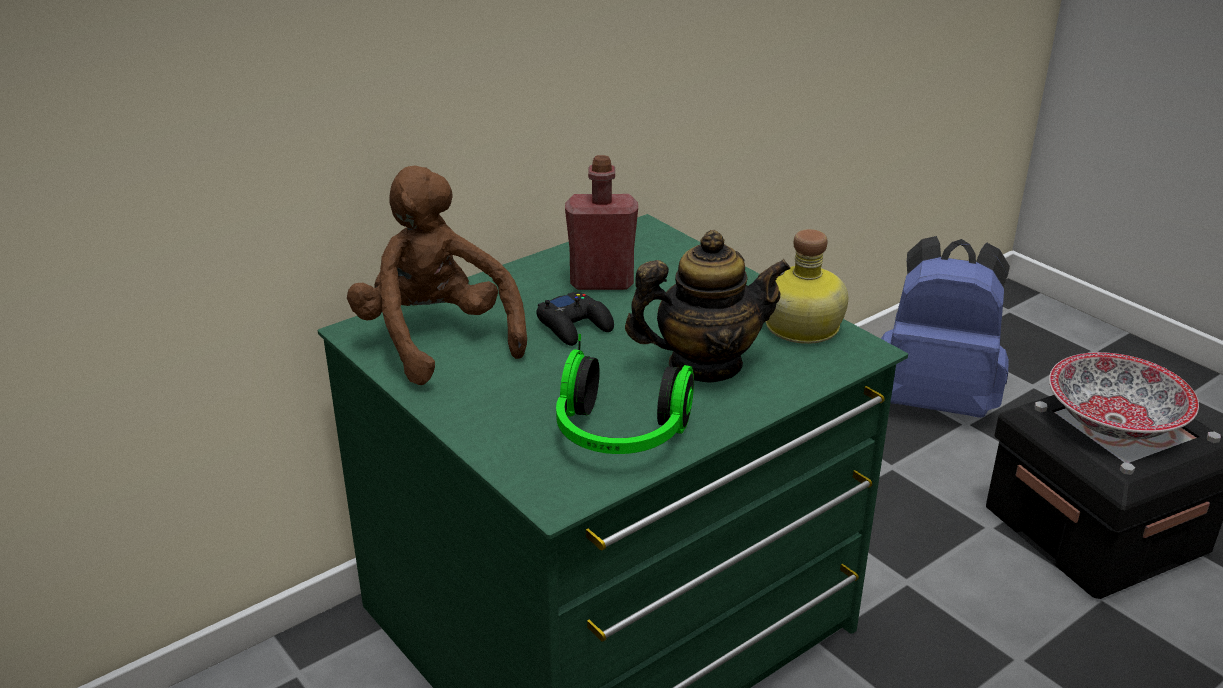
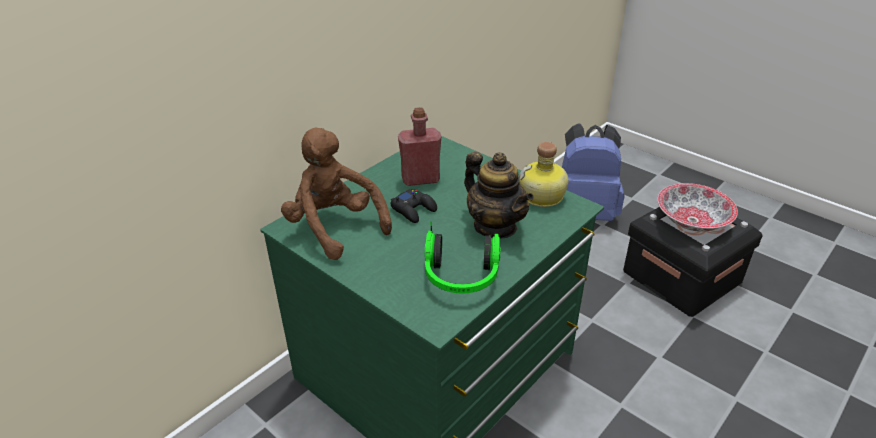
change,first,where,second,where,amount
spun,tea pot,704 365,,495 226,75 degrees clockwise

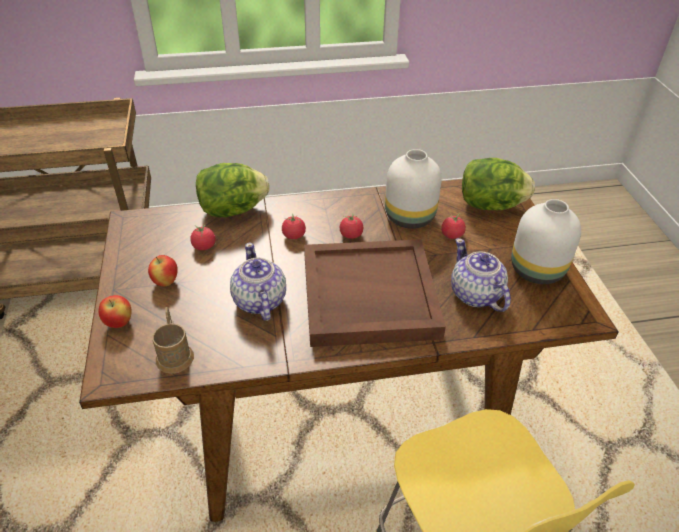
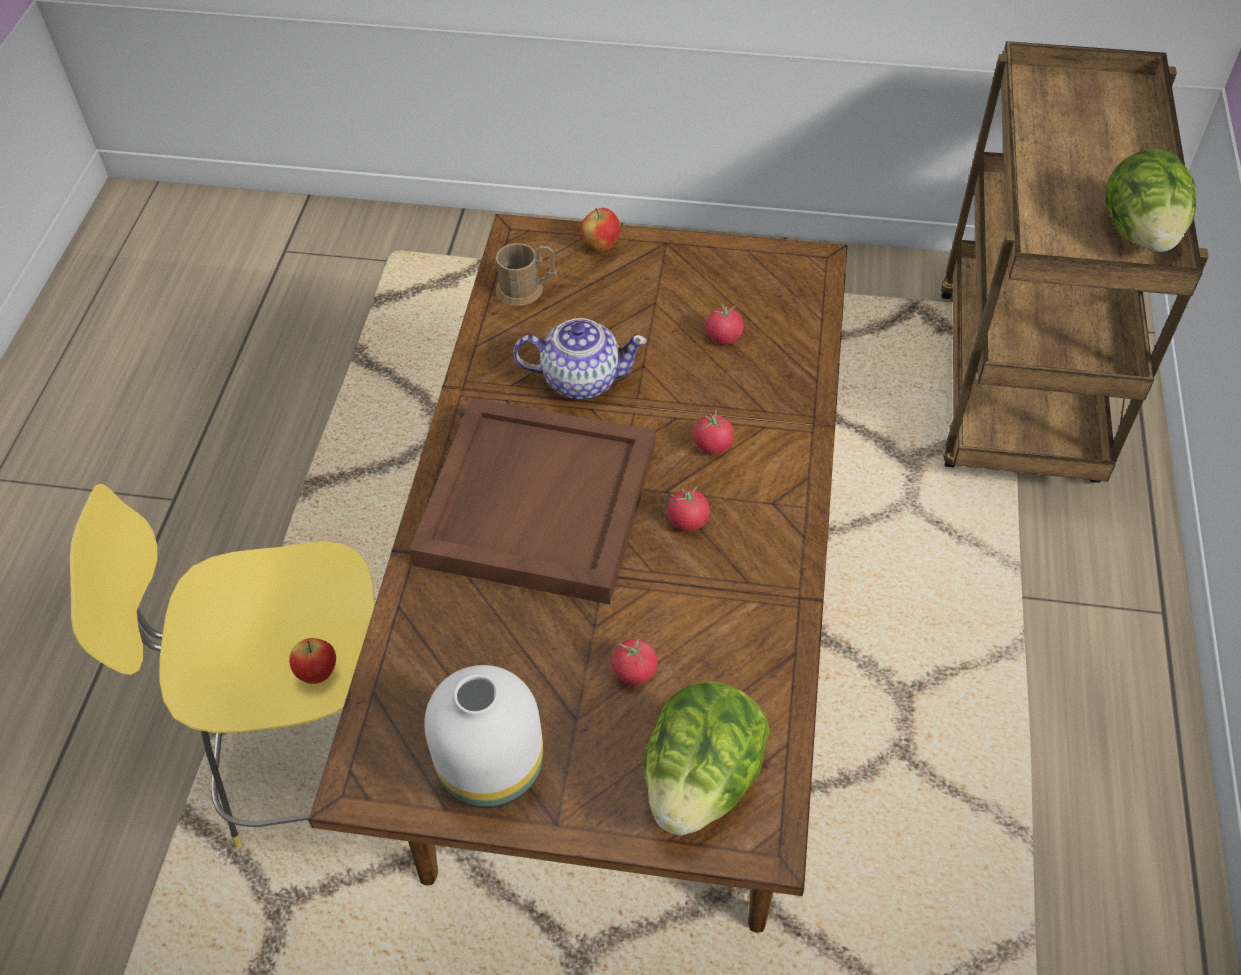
change,first,where,second,where,amount
missing,white decorative vase,409 216,,,
relocated,lettuce head,233 210,,1140 232,
missing,tea pot,475 295,,,
relocated,whole apple,166 282,,317 673,

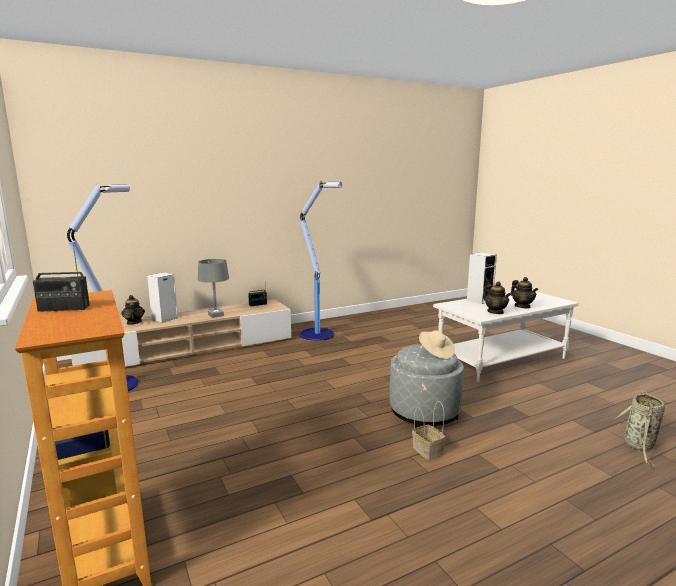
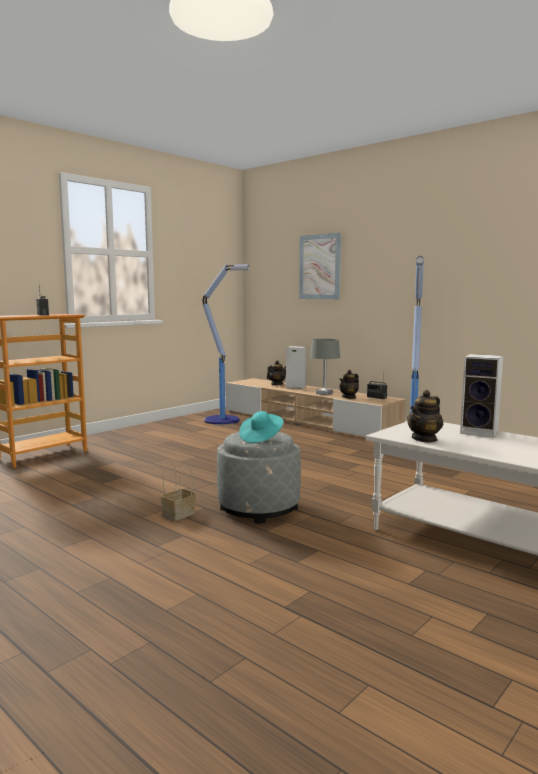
change,first,where,second,where,amount
relocated,tea pot,522 306,,349 397,
colour,beige-coloured wearable hat,435 353,turquoise wearable hat,261 438,
missing,household basket,639 446,,,
appeared,,,wall picture,320 267,

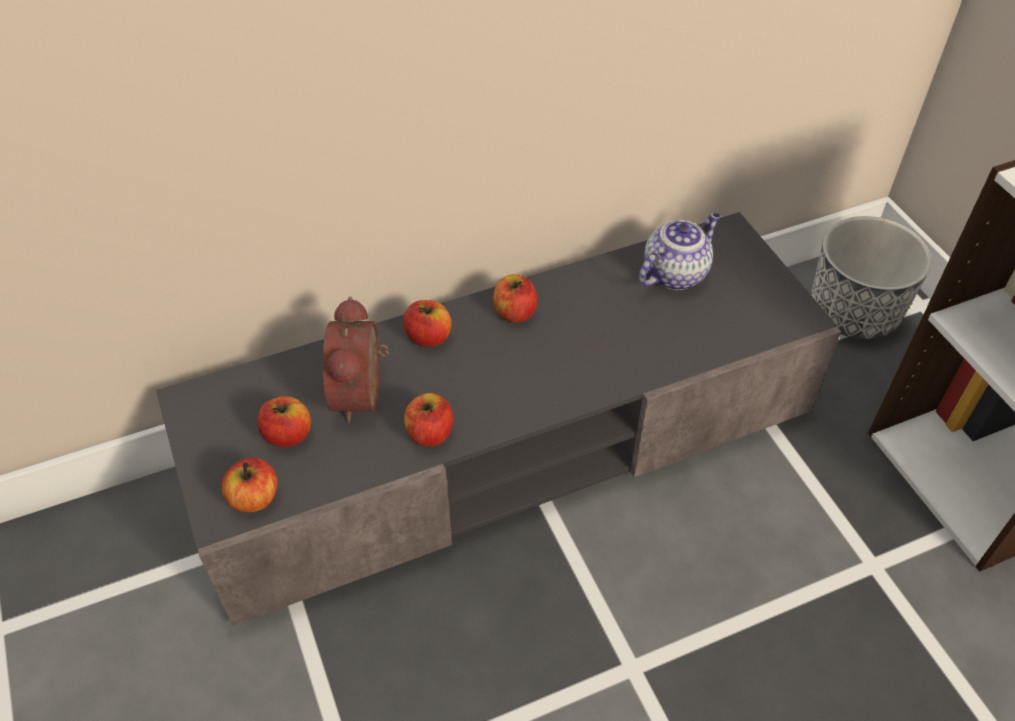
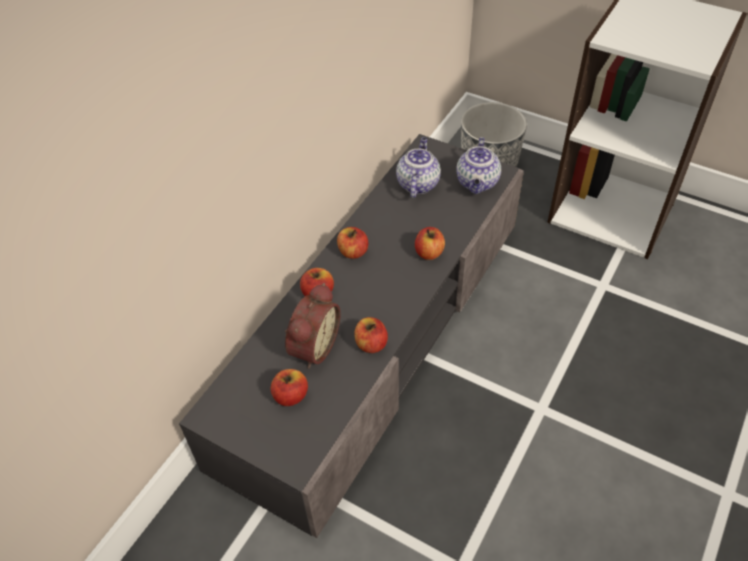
change,first,where,second,where,amount
spun,alarm clock,363 394,,312 346,120 degrees counterclockwise
relocated,whole apple,254 498,,429 253,
appeared,,,tea pot,477 183,

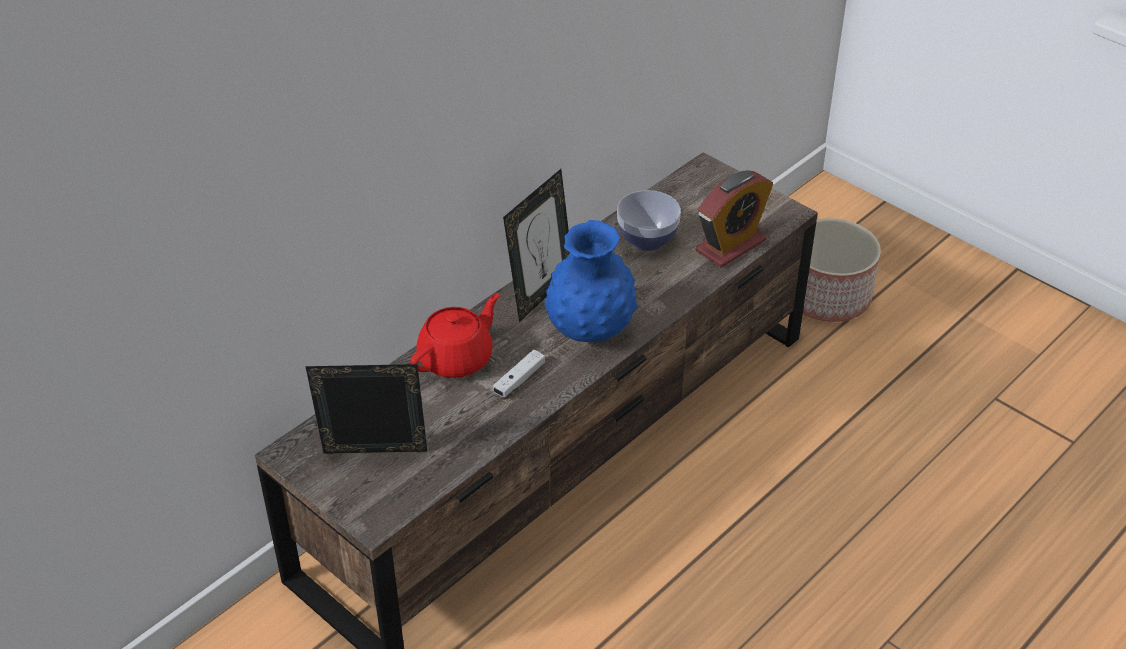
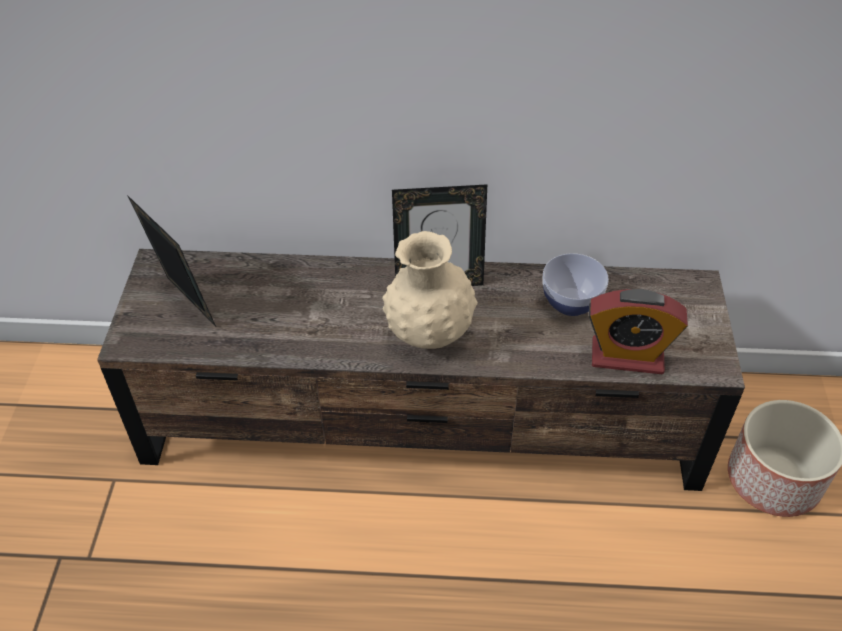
change,first,where,second,where,amount
colour,blue-coloured decorative vase,590 331,beige-coloured decorative vase,429 334,
missing,red tea pot,457 358,,,
missing,white joypad,519 380,,,

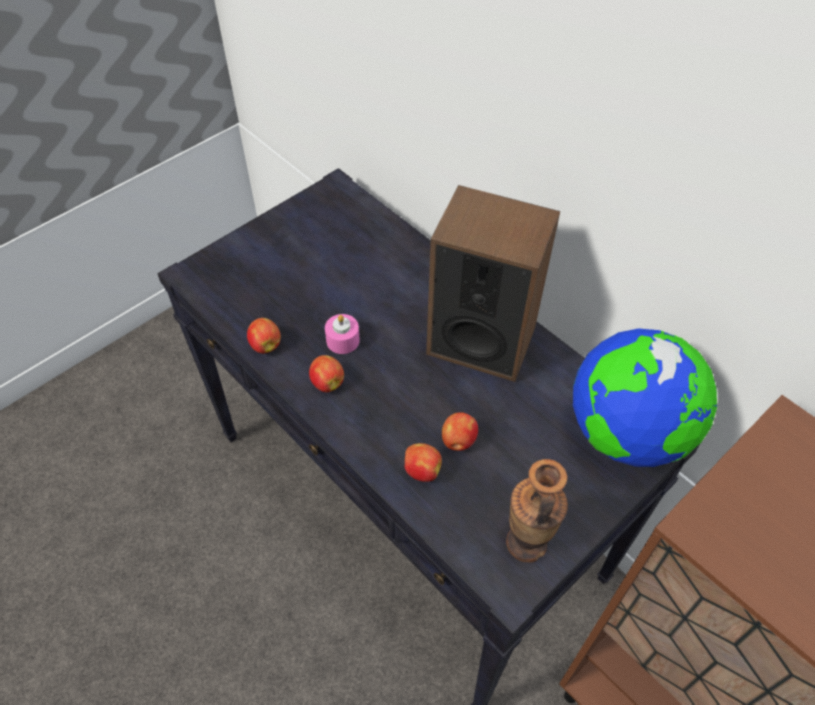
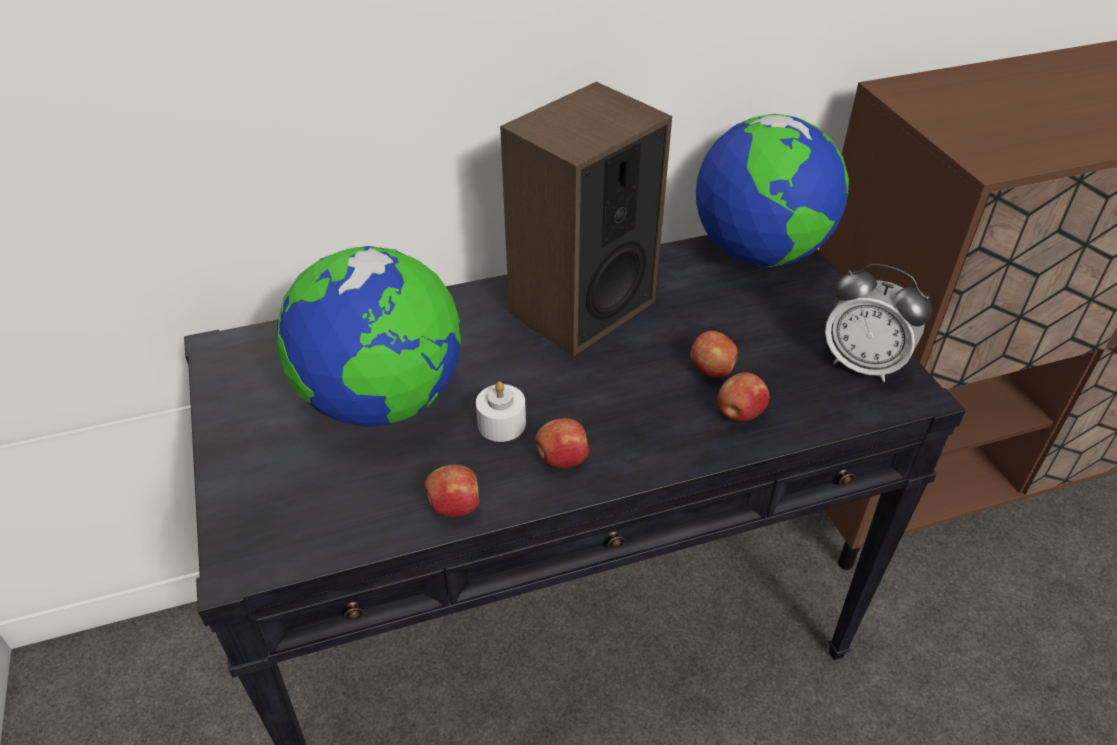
change,first,where,second,where,amount
colour,pinkish wax candle,343 340,white wax candle,501 423,
exchanged,decorative vase,526 543,alarm clock,863 364,
appeared,,,desk globe,382 401,

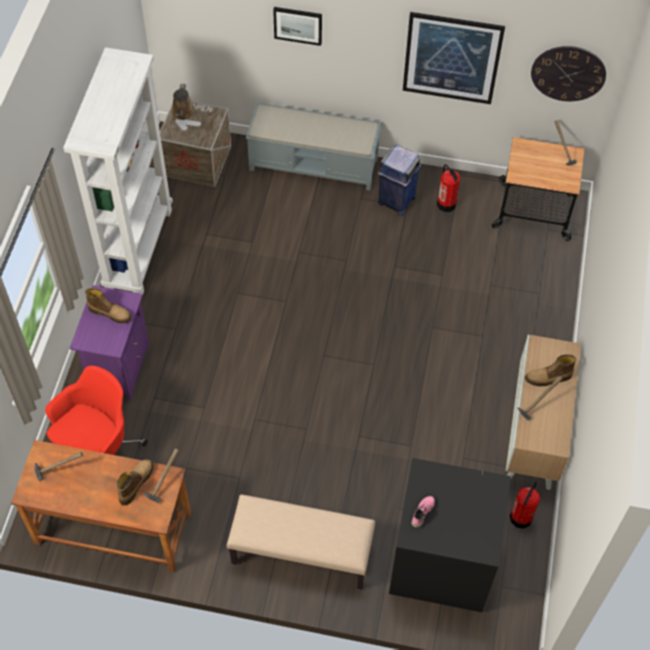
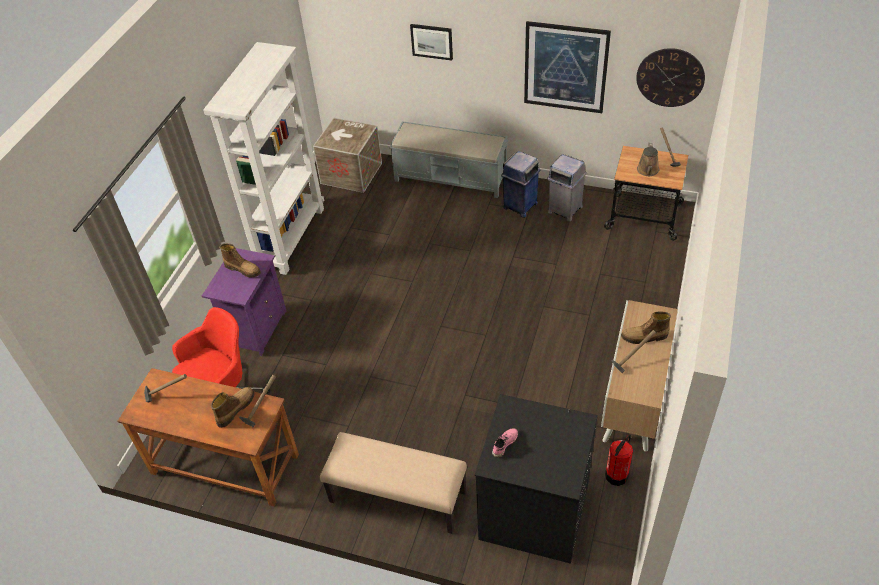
change,first,where,second,where,amount
relocated,brown watering can,183 113,,648 171,
exchanged,fire extinguisher,446 204,greyish waste bin,564 209,

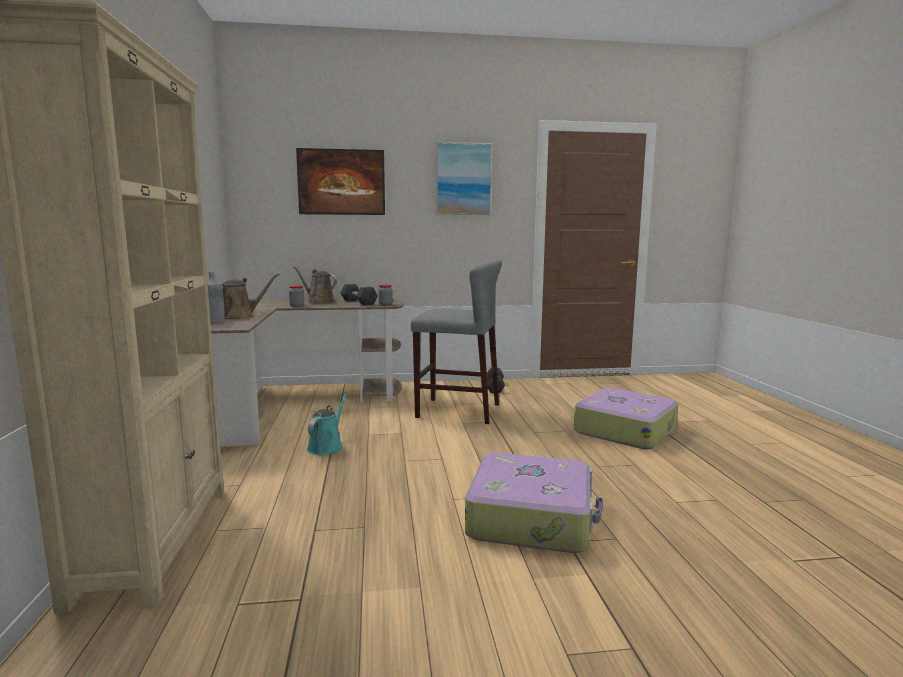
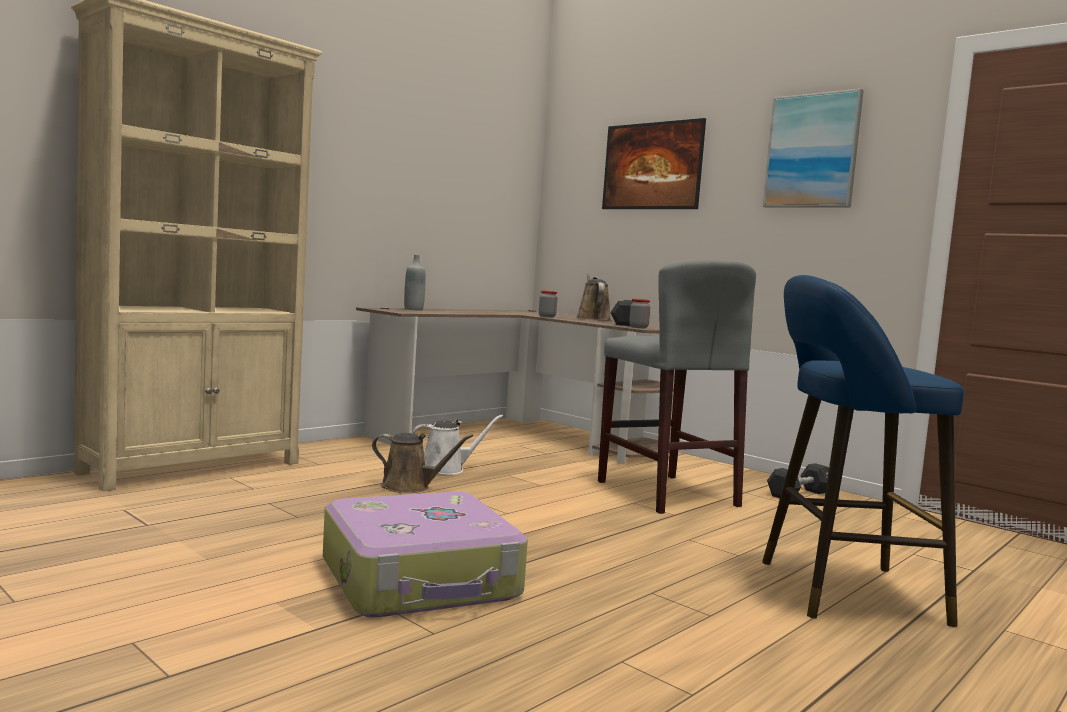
change,first,where,second,where,amount
relocated,brown watering can,240 316,,410 487,
exchanged,piece of luggage,624 430,blue-coloured stool,839 591,
colour,turquoise watering can,326 447,white watering can,446 469,

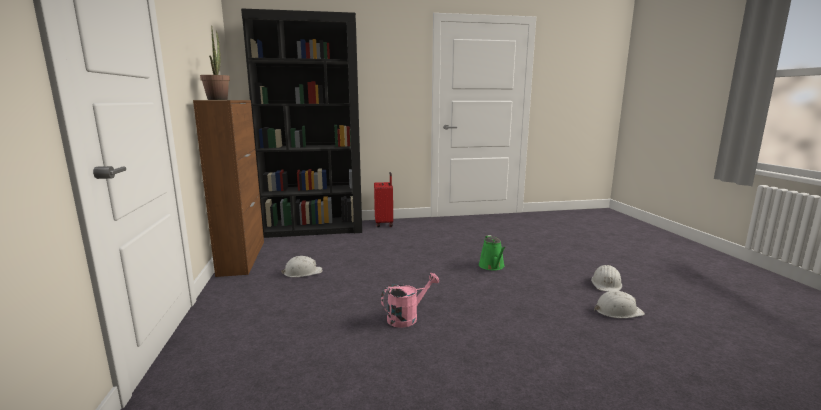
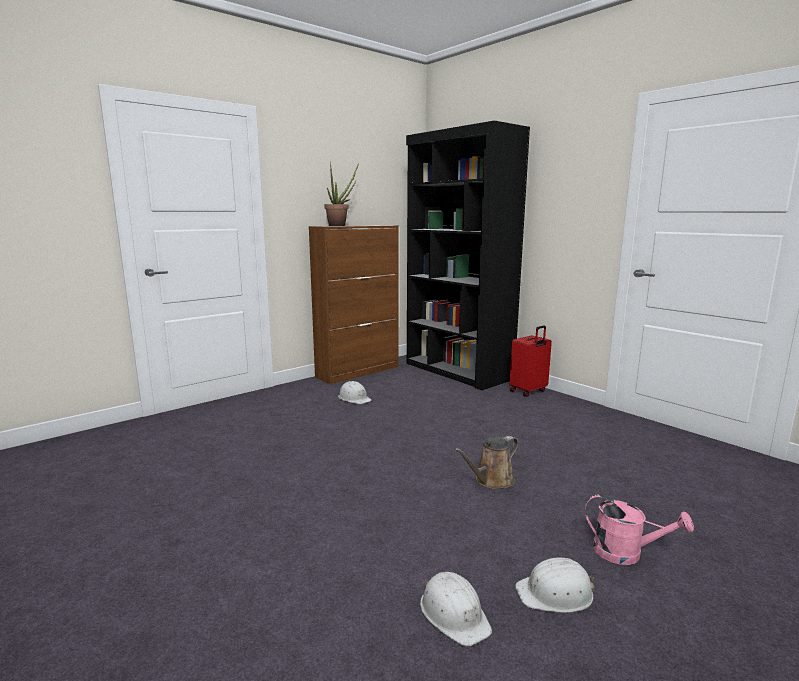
change,first,where,second,where,amount
colour,green-coloured watering can,492 266,brown watering can,491 481,
relocated,pinkish watering can,407 317,,626 553,

